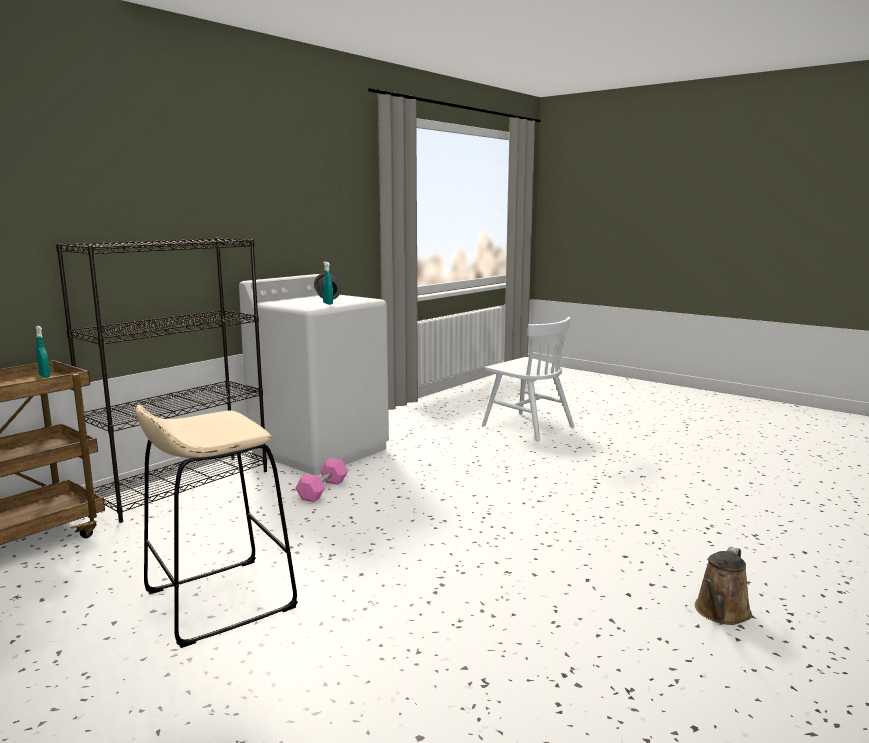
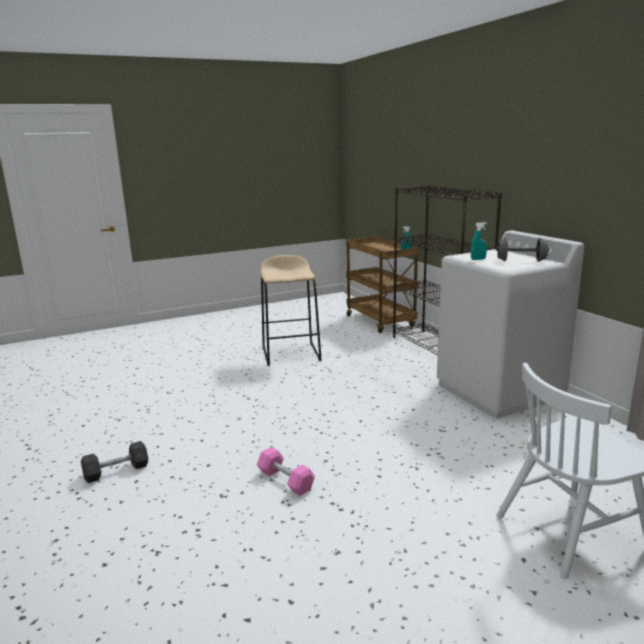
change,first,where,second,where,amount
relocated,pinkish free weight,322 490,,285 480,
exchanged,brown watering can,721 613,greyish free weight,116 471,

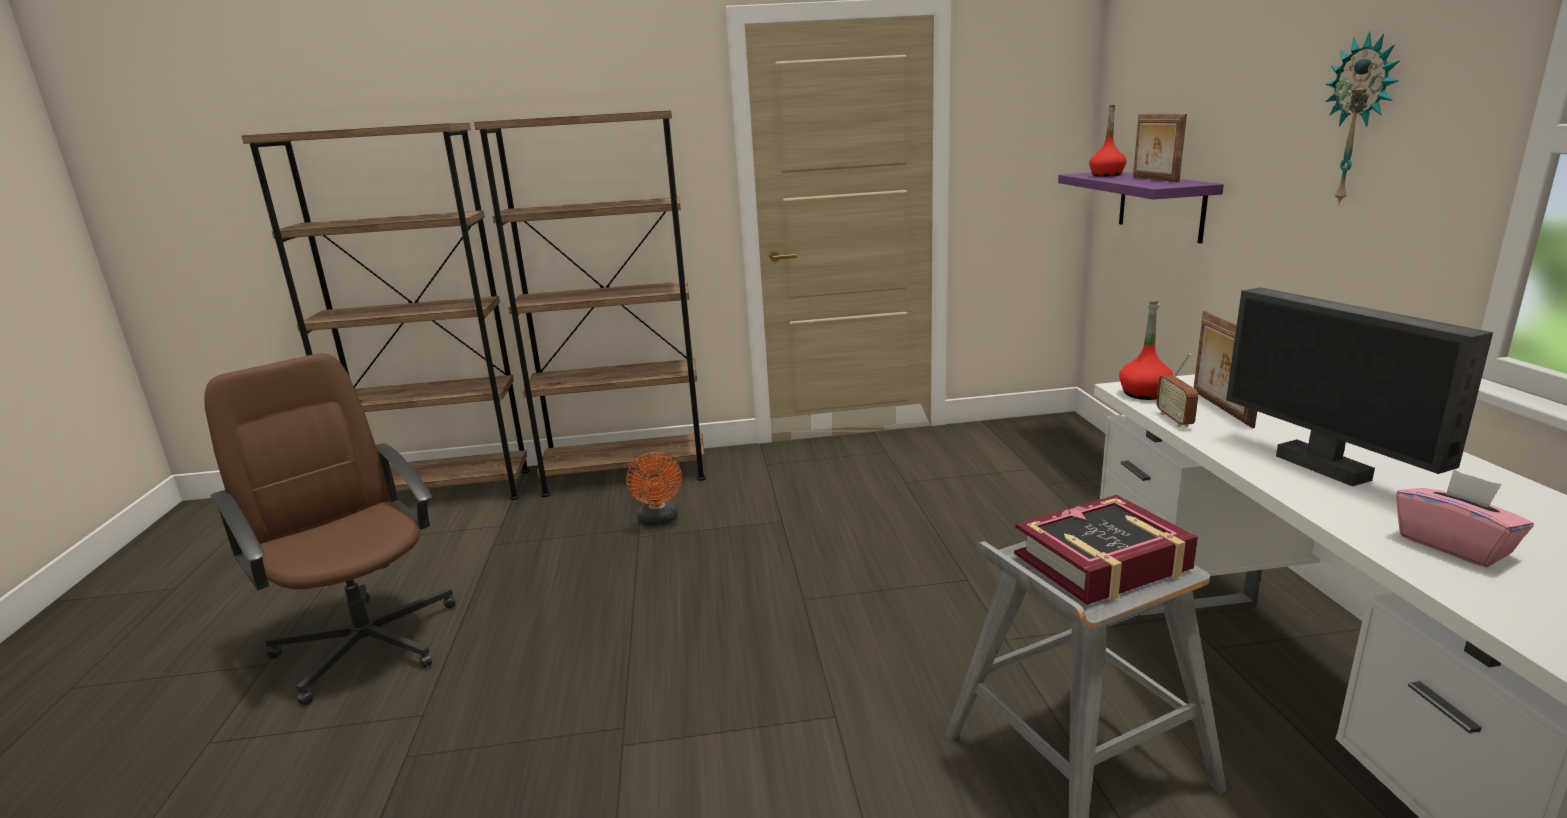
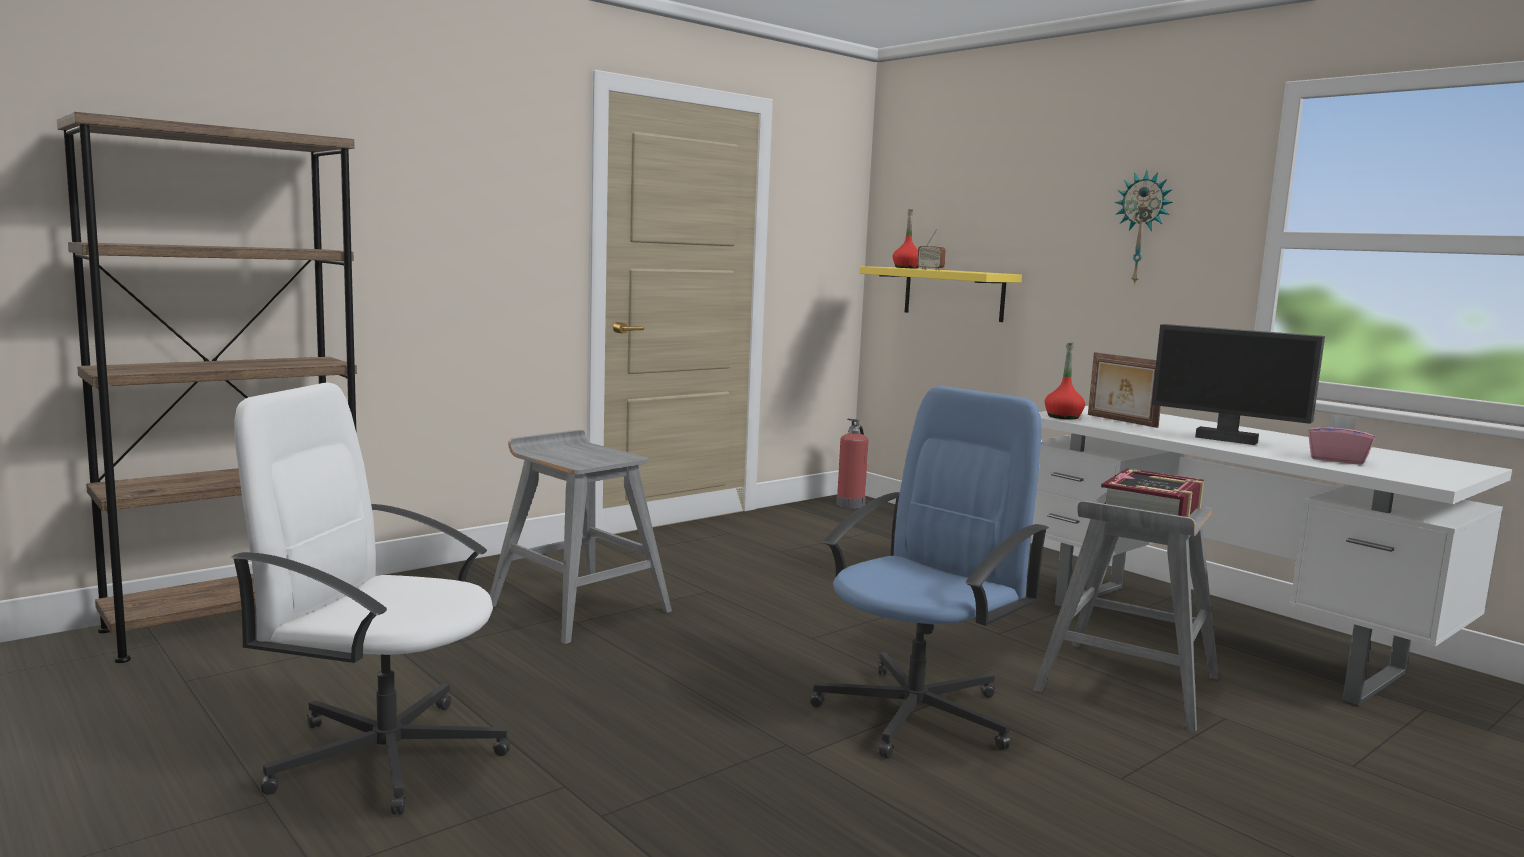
change,first,where,second,where,amount
missing,brown shelving unit,626 473,,,
missing,photo frame,1153 179,,,
colour,purple wall shelf,1160 205,yellow-coloured wall shelf,953 293,
colour,brown computer chair,367 642,white computer chair,384 754,
relocated,radio receiver,1174 420,,930 269,
exchanged,orangey fan,659 520,greyish stool,578 608,
appeared,,,blue-coloured computer chair,917 713,
appeared,,,fire extinguisher,851 504,

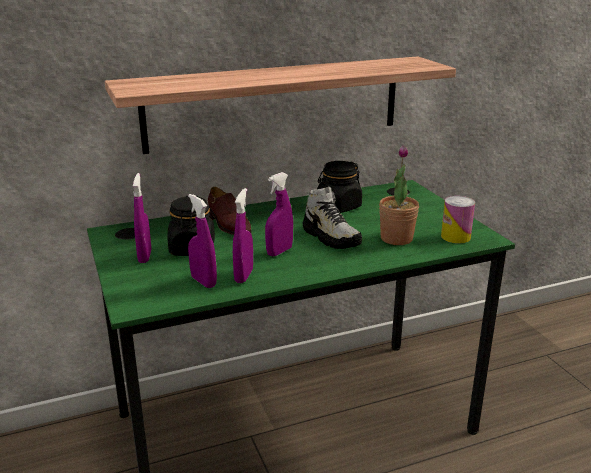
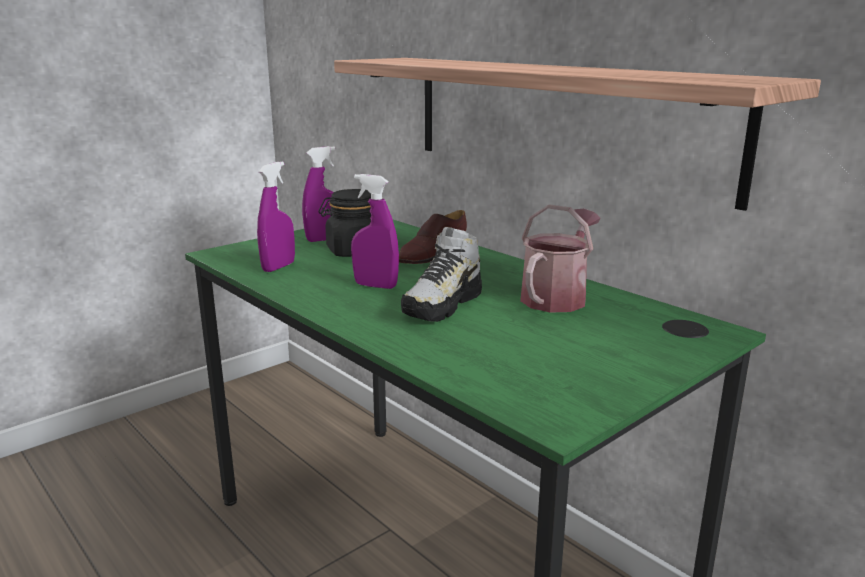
change,first,where,second,where,amount
missing,potted plant,396 238,,,
exchanged,black preserve jar,338 207,watering can,557 296,
missing,purple sprayer,244 276,,,
missing,can,455 237,,,

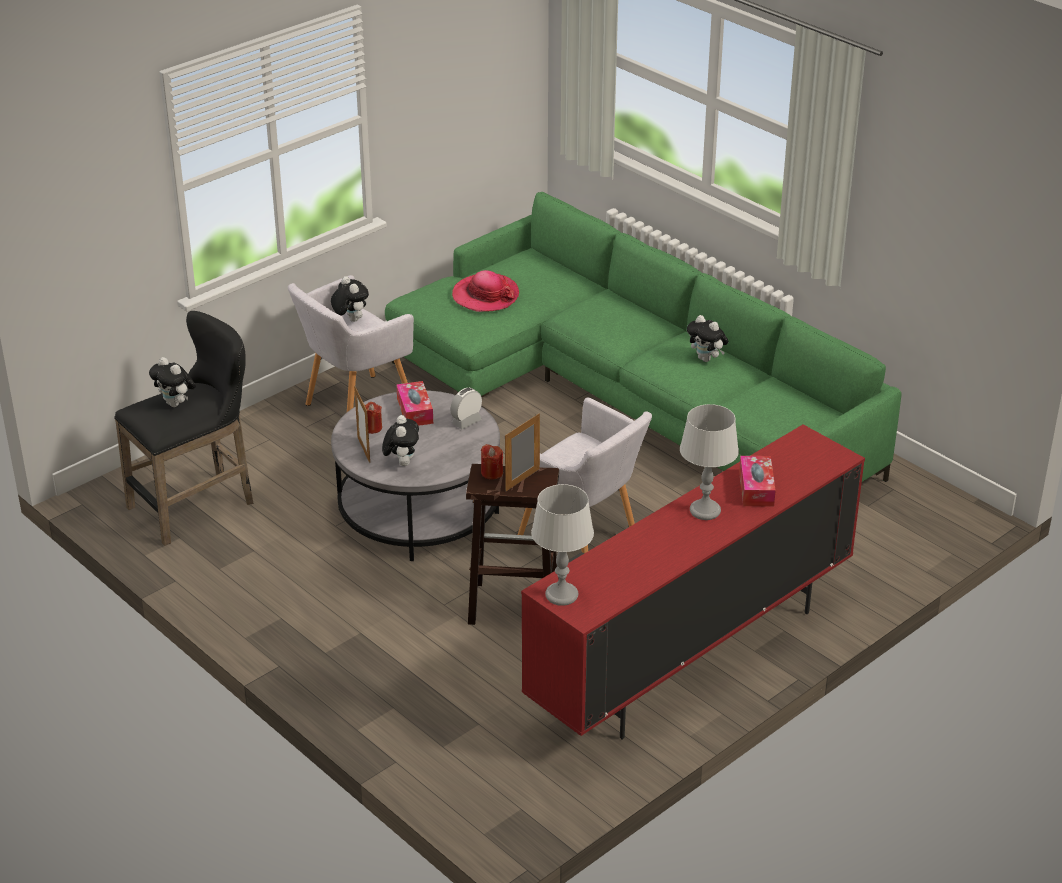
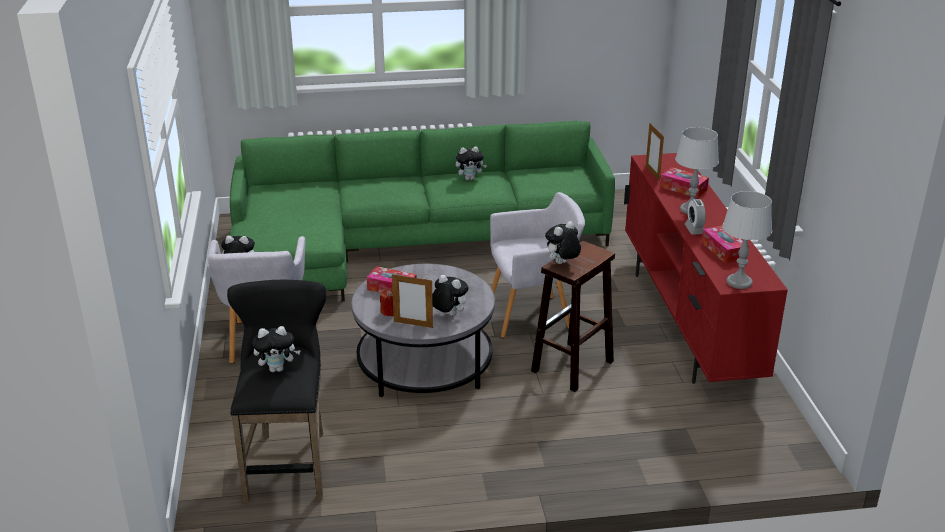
change,first,where,second,where,amount
missing,wearable hat,485 296,,,
relocated,alarm clock,466 422,,694 229,
relocated,photo frame,522 480,,652 173,
exchanged,red wax candle,492 473,cuddly toy,562 264,
appeared,,,tissue box,723 251,

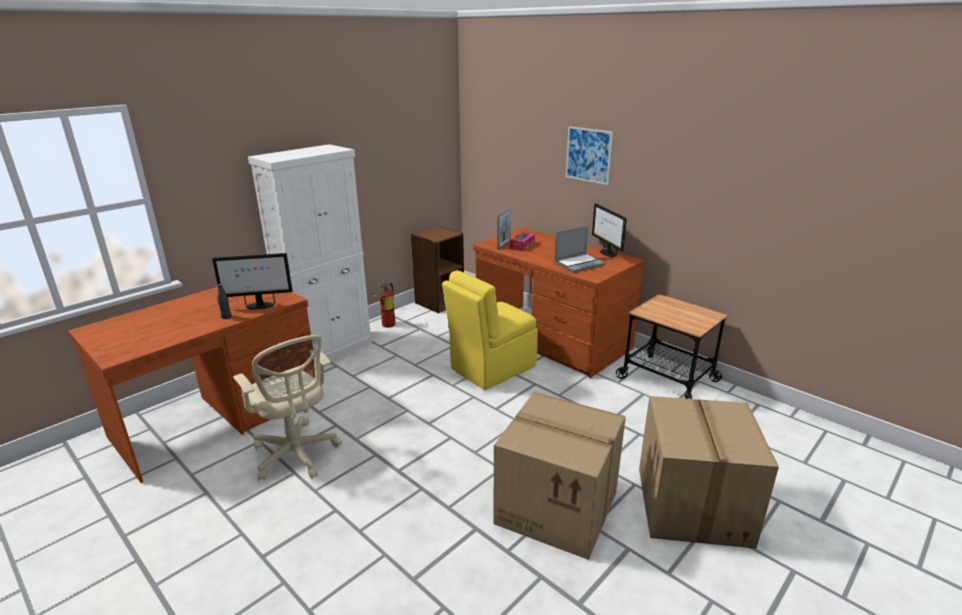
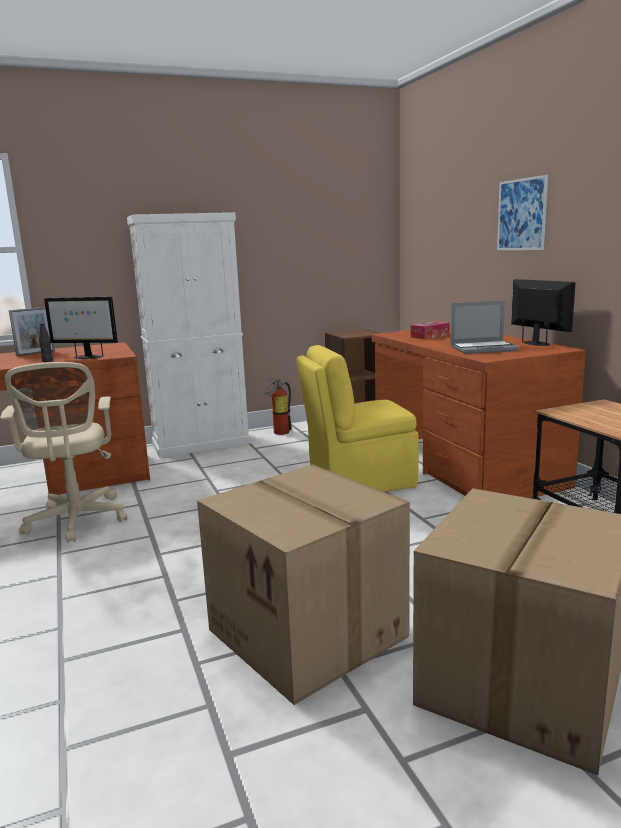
change,first,where,second,where,amount
spun,computer screen,607 253,,537 343,150 degrees clockwise
relocated,photo frame,504 245,,36 353,

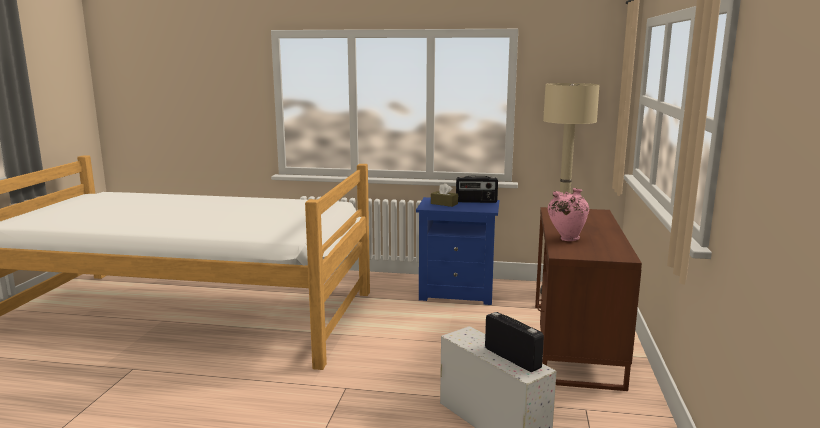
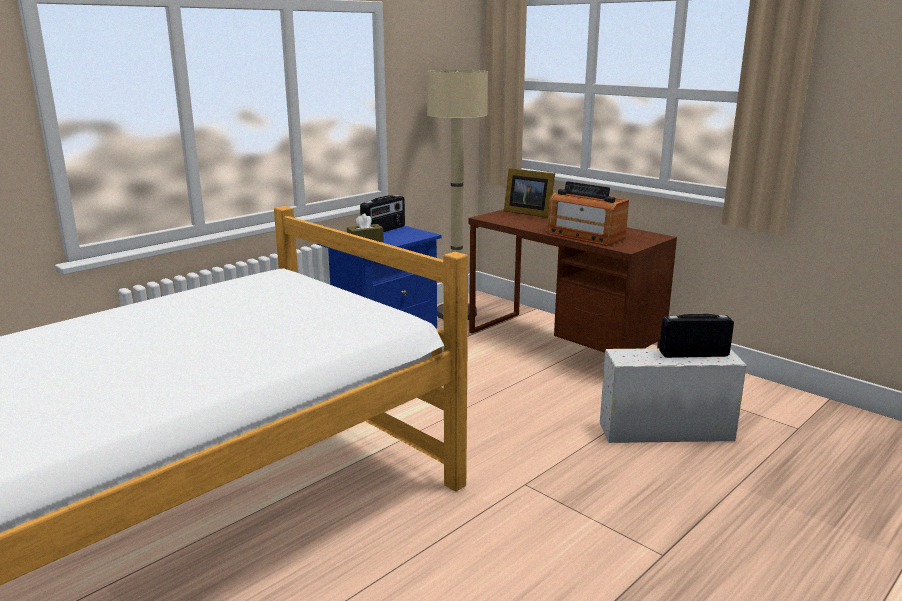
change,first,where,second,where,amount
exchanged,pinkish decorative vase,566 239,radio receiver,585 236,
appeared,,,photo frame,528 213,

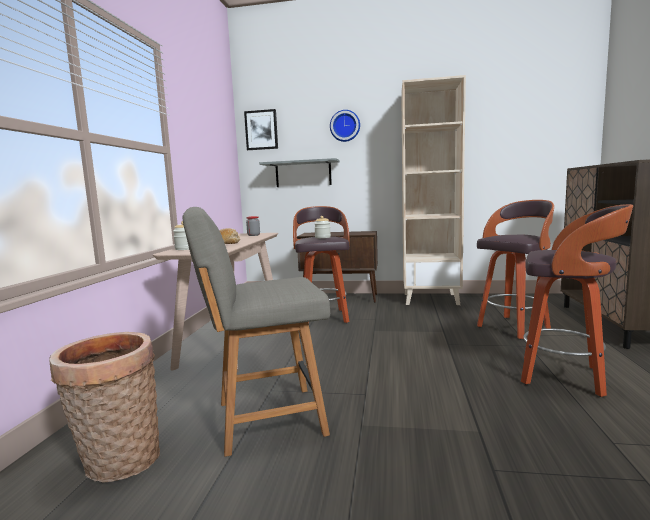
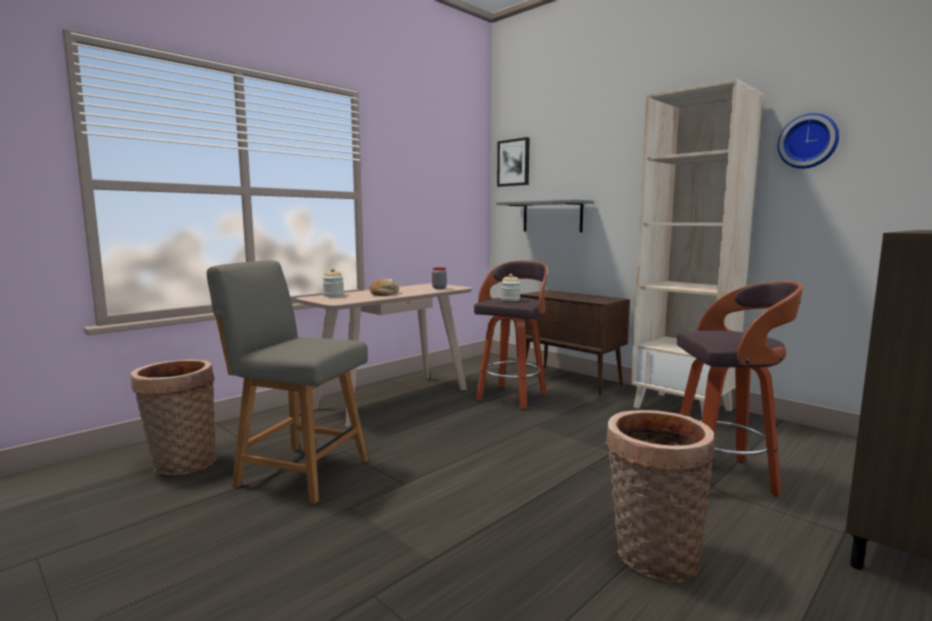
change,first,where,second,where,amount
relocated,hanging clock,345 126,,808 141,
exchanged,stool,564 377,household basket,651 557,

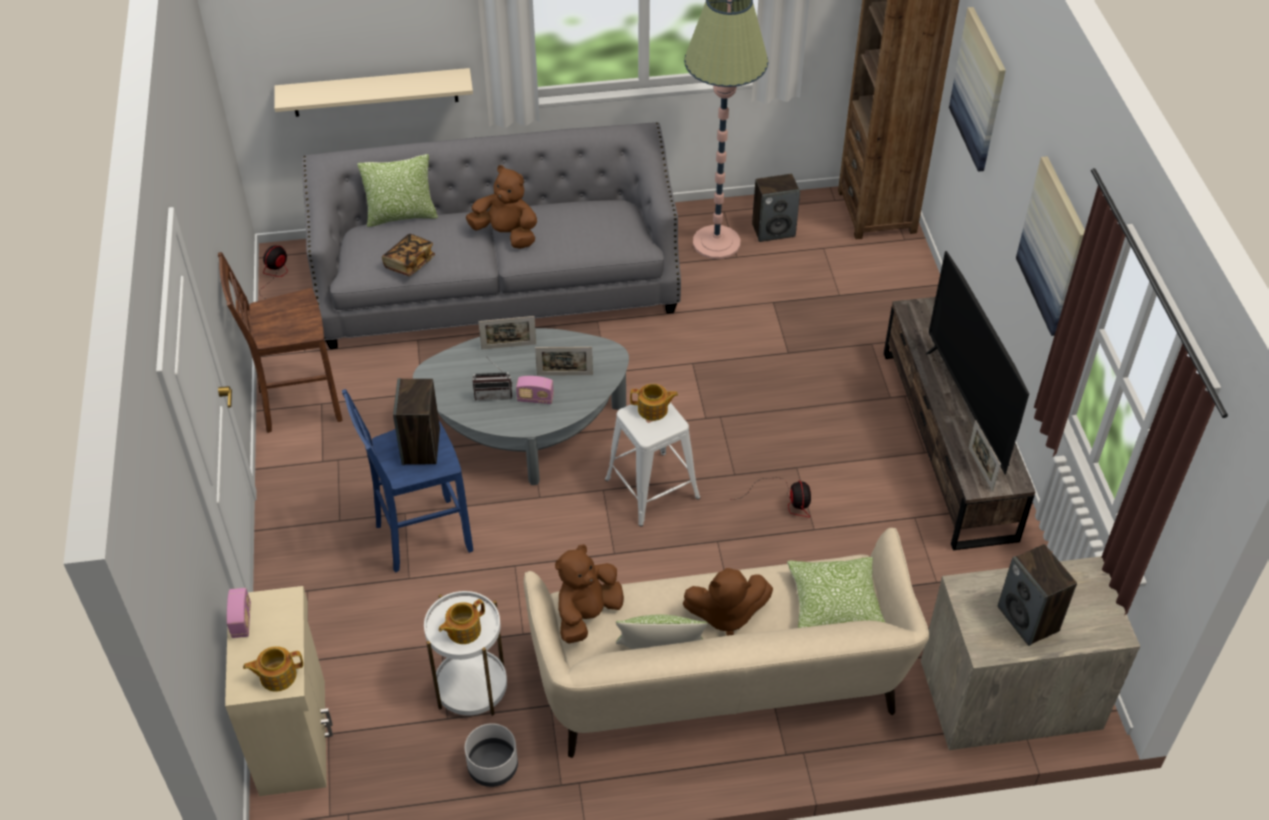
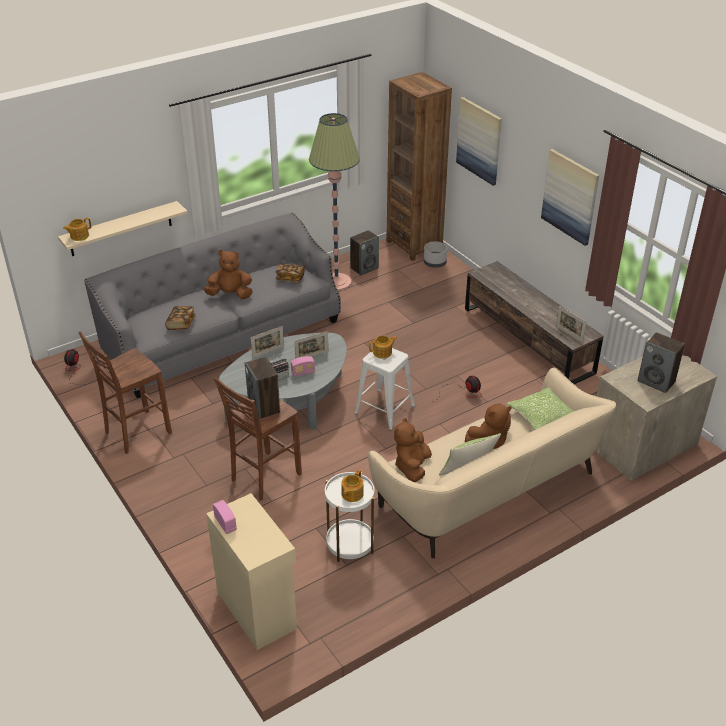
change,first,where,second,where,amount
missing,cushion,401 216,,,
missing,TV,966 407,,,
colour,blue-coloured stool,420 536,brown stool,263 477,
relocated,tea pot,277 675,,79 236,
relocated,greyish plant pot,492 767,,434 263,
appeared,,,bound book,290 278,

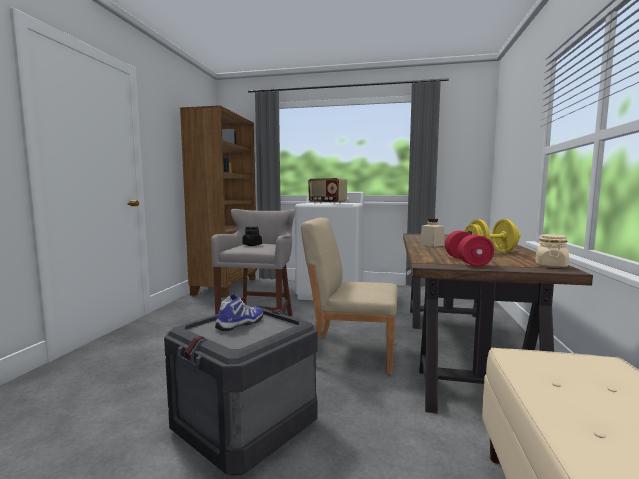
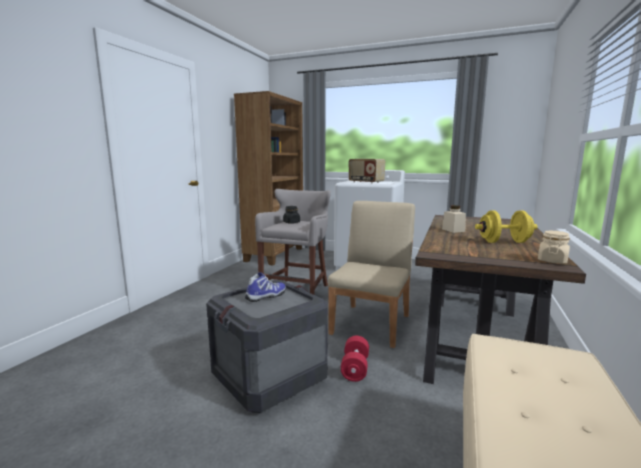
change,first,where,second,where,amount
spun,beige-coloured upright chair,351 352,,371 324,90 degrees clockwise
relocated,red free weight,466 261,,355 368,

